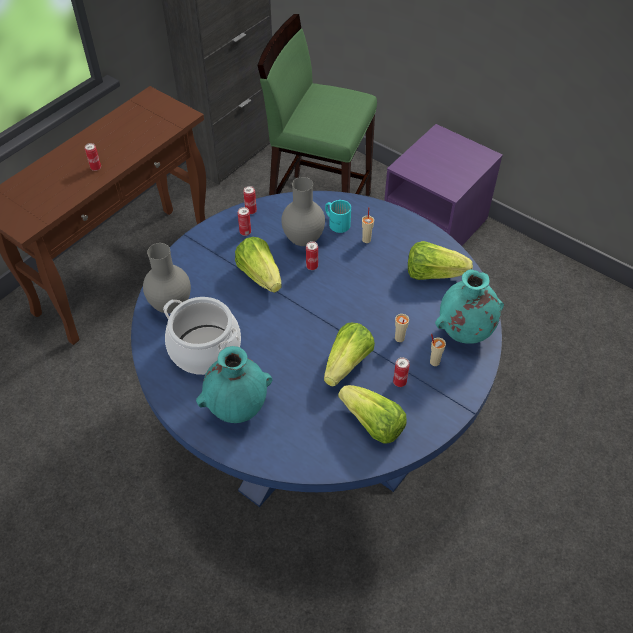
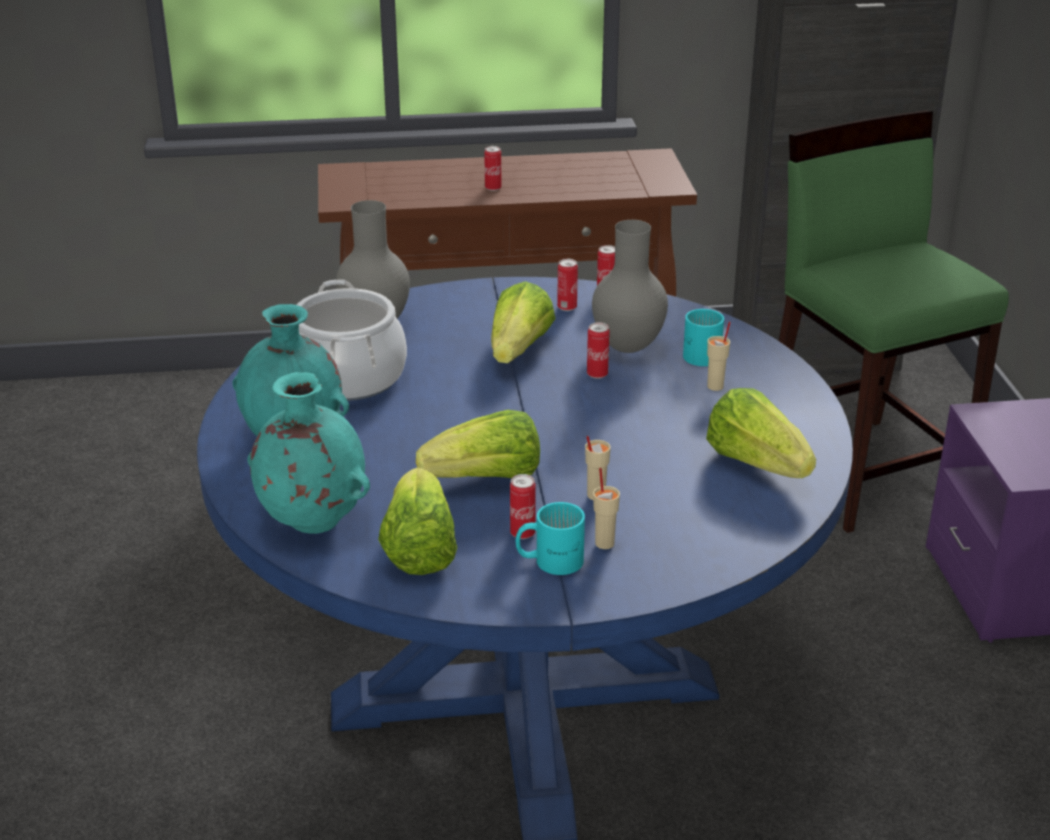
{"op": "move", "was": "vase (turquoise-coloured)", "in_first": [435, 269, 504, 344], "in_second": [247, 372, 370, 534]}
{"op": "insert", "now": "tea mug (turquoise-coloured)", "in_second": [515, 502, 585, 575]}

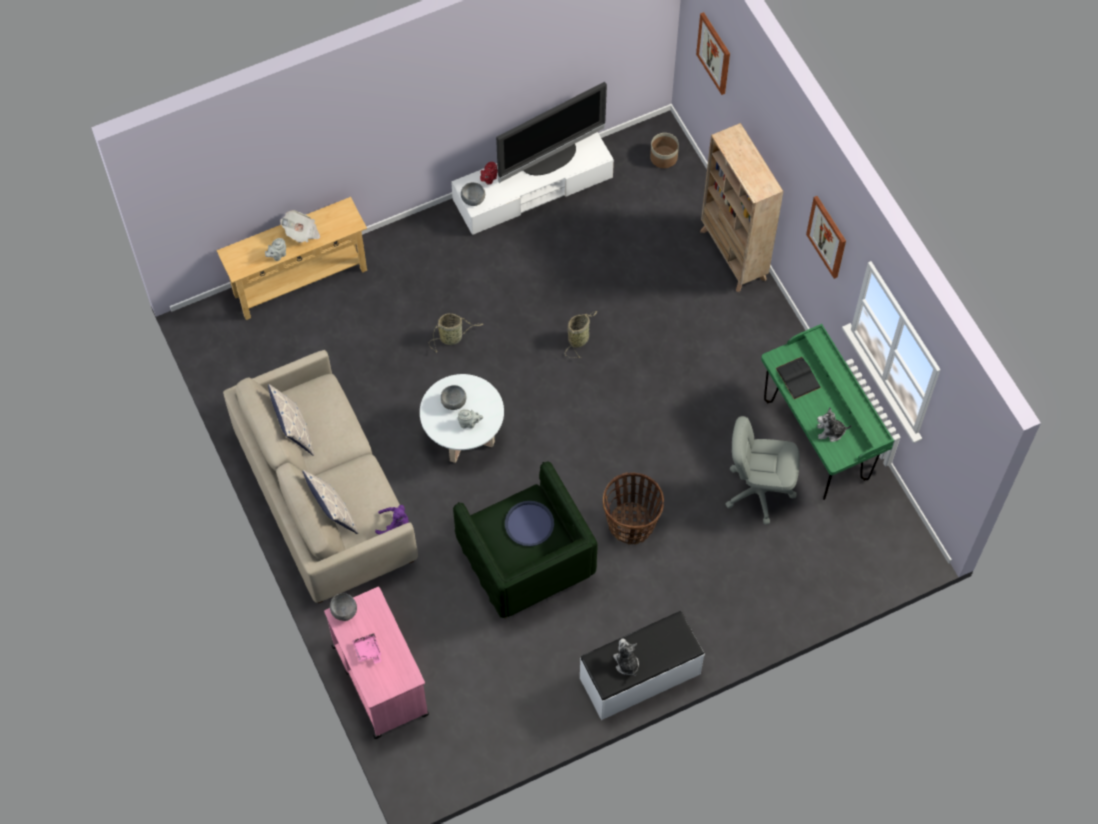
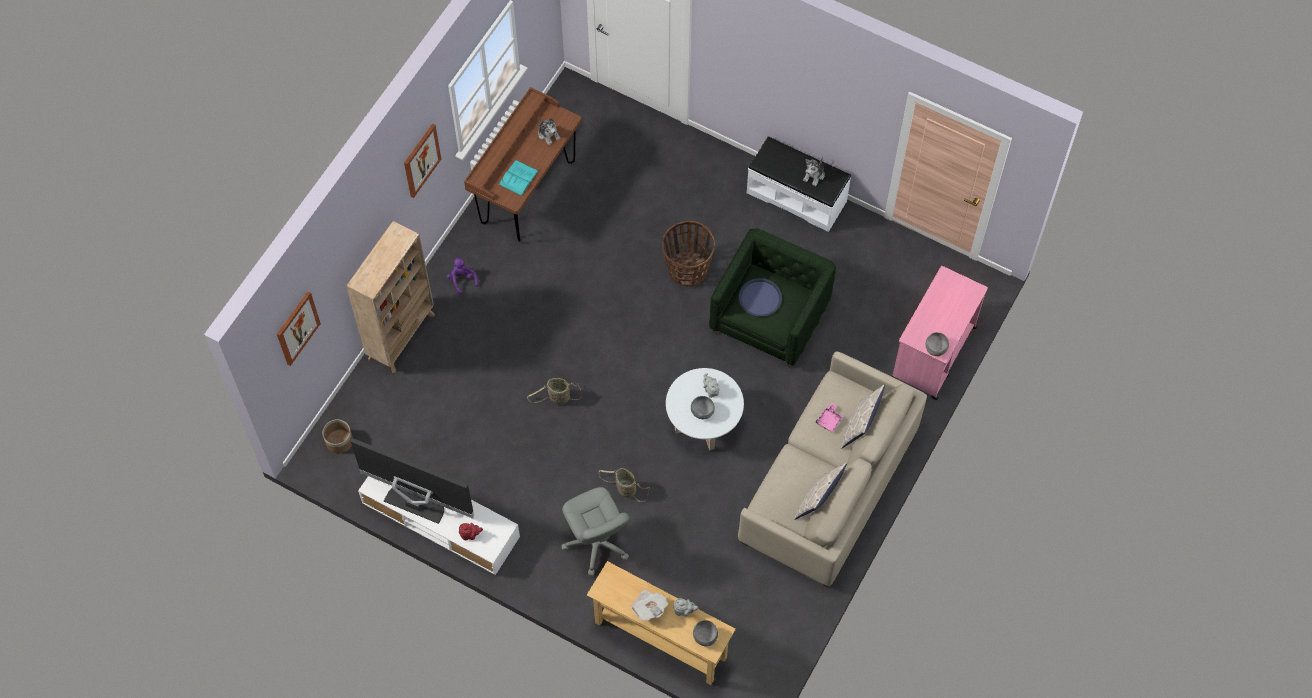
{"op": "move", "was": "cuddly toy (purple-coloured)", "in_first": [375, 505, 409, 534], "in_second": [447, 257, 478, 294]}
{"op": "recolor", "was": "desk (greenish)", "now": "desk (brown)", "in_first": [761, 324, 894, 500], "in_second": [464, 87, 581, 242]}
{"op": "recolor", "was": "bound book (blackish)", "now": "bound book (turquoise-coloured)", "in_first": [776, 357, 821, 399], "in_second": [499, 160, 539, 196]}
{"op": "move", "was": "office chair (grey)", "in_first": [725, 416, 800, 525], "in_second": [561, 487, 629, 576]}
{"op": "move", "was": "serving bowl (grey)", "in_first": [461, 182, 485, 206], "in_second": [693, 620, 718, 646]}
{"op": "move", "was": "tray (pinkish)", "in_first": [352, 633, 381, 664], "in_second": [816, 403, 844, 432]}

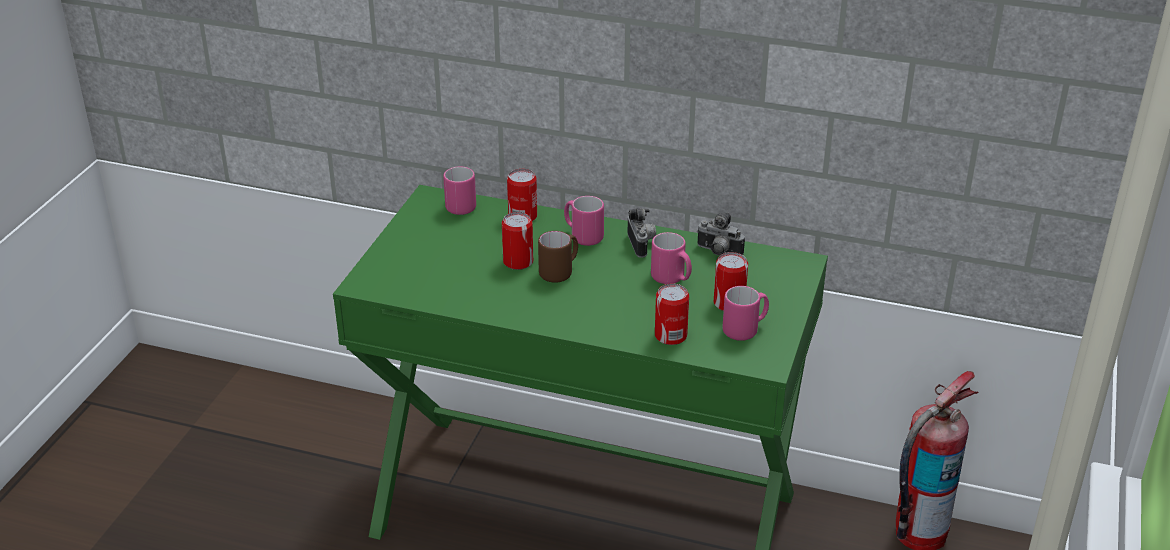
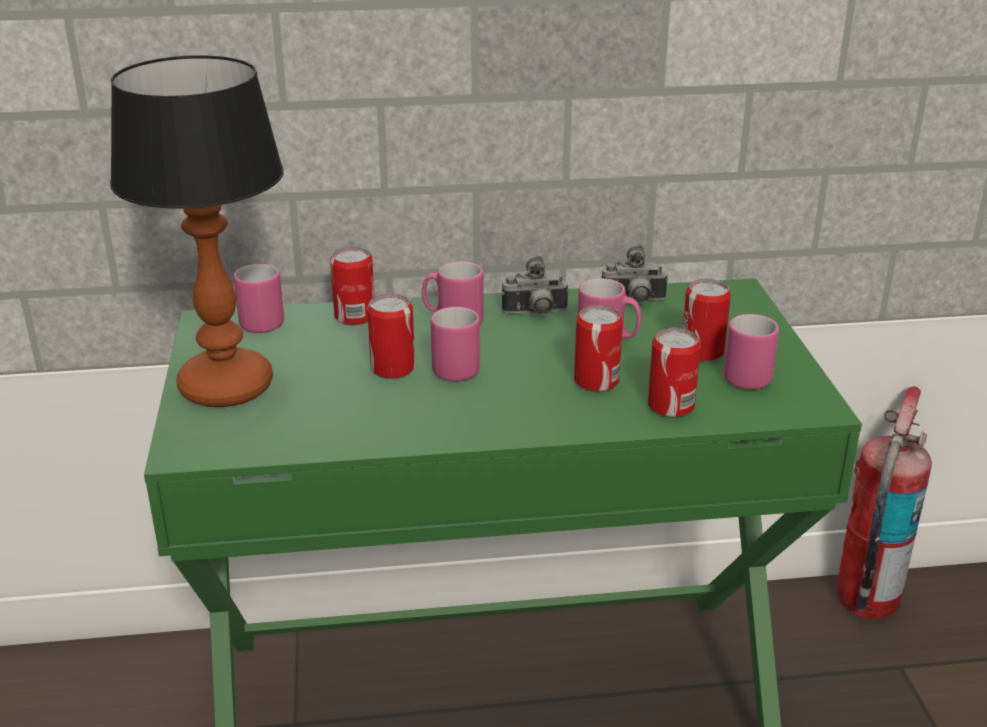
{"op": "insert", "now": "lamp for a table", "in_second": [110, 55, 284, 407]}
{"op": "recolor", "was": "tea mug (brown)", "now": "tea mug (pinkish)", "in_first": [538, 231, 578, 283], "in_second": [431, 307, 480, 382]}
{"op": "rotate", "was": "photo camera", "in_first": [627, 208, 656, 258], "in_second": [502, 256, 569, 315], "clockwise": 120}
{"op": "insert", "now": "metal can", "in_second": [574, 305, 623, 392]}

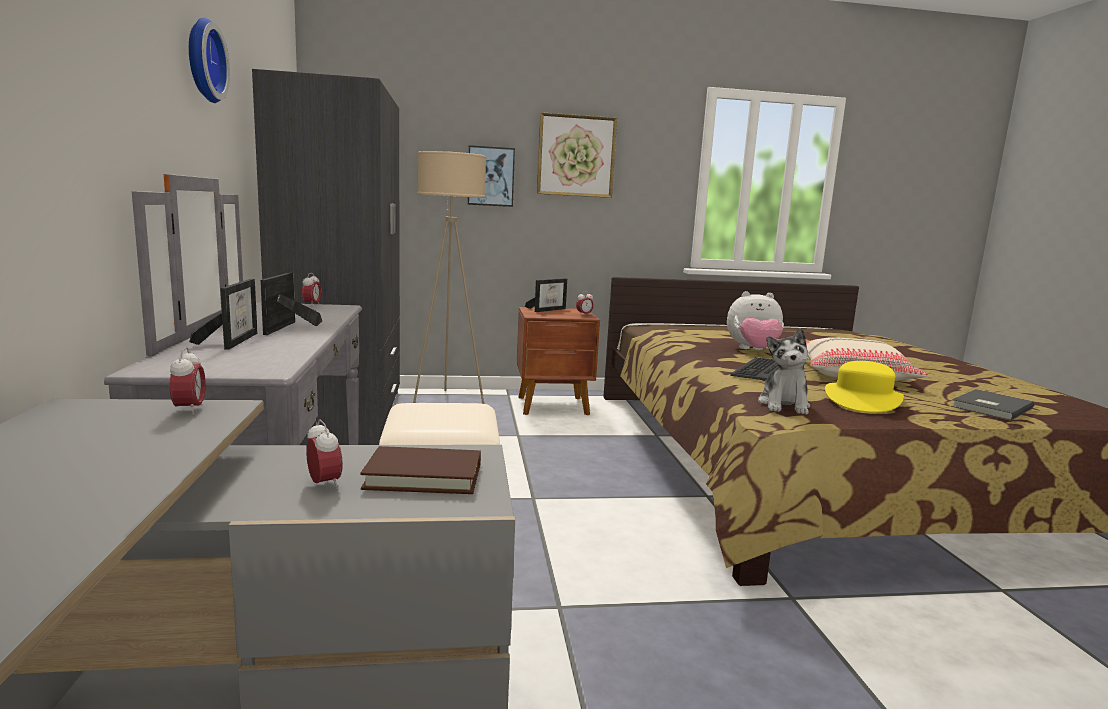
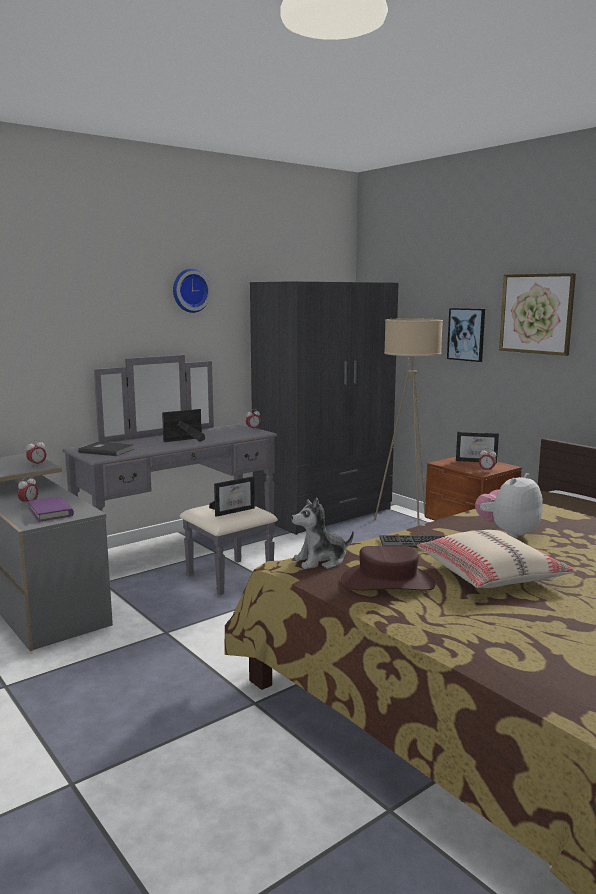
{"op": "recolor", "was": "bound book (brown)", "now": "bound book (purple-coloured)", "in_first": [360, 446, 481, 494], "in_second": [28, 497, 74, 522]}
{"op": "move", "was": "bound book (grey)", "in_first": [951, 389, 1034, 421], "in_second": [78, 442, 134, 456]}
{"op": "move", "was": "picture frame", "in_first": [189, 279, 258, 349], "in_second": [209, 476, 255, 517]}
{"op": "recolor", "was": "clothing hat (yellow-coloured)", "now": "clothing hat (brown)", "in_first": [825, 361, 904, 413], "in_second": [341, 546, 436, 590]}
{"op": "rotate", "was": "cuddly toy", "in_first": [727, 291, 784, 350], "in_second": [475, 473, 543, 539], "clockwise": 75}

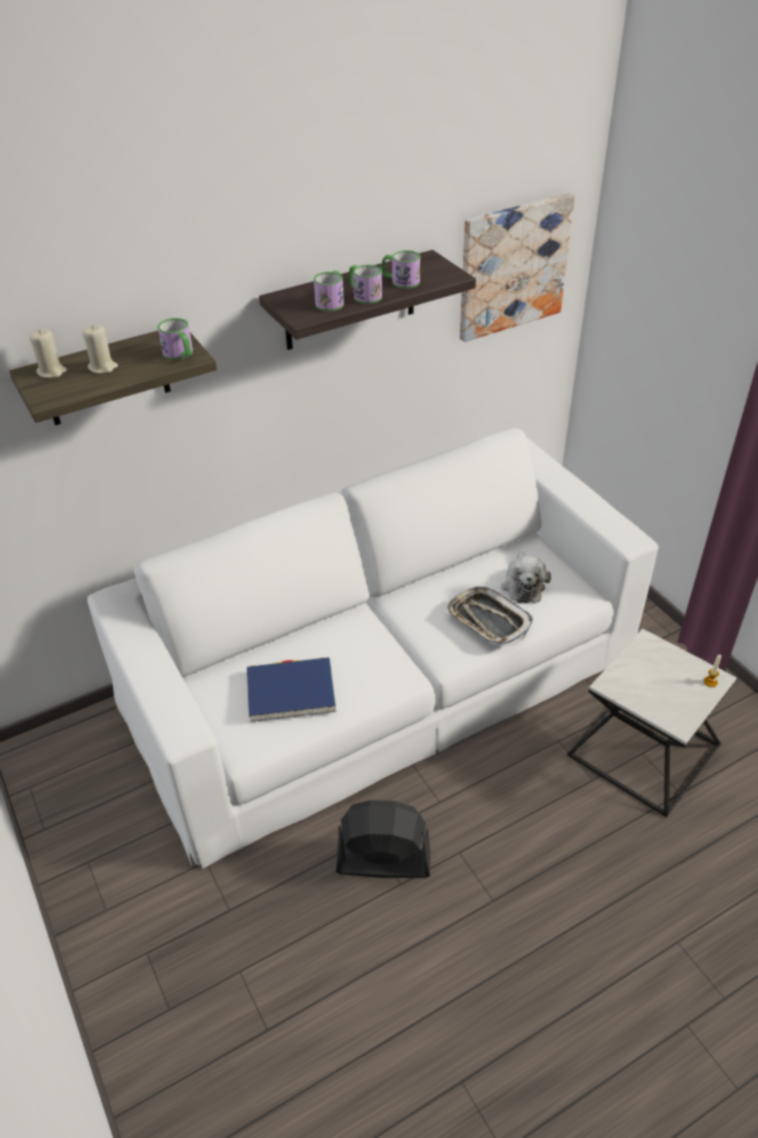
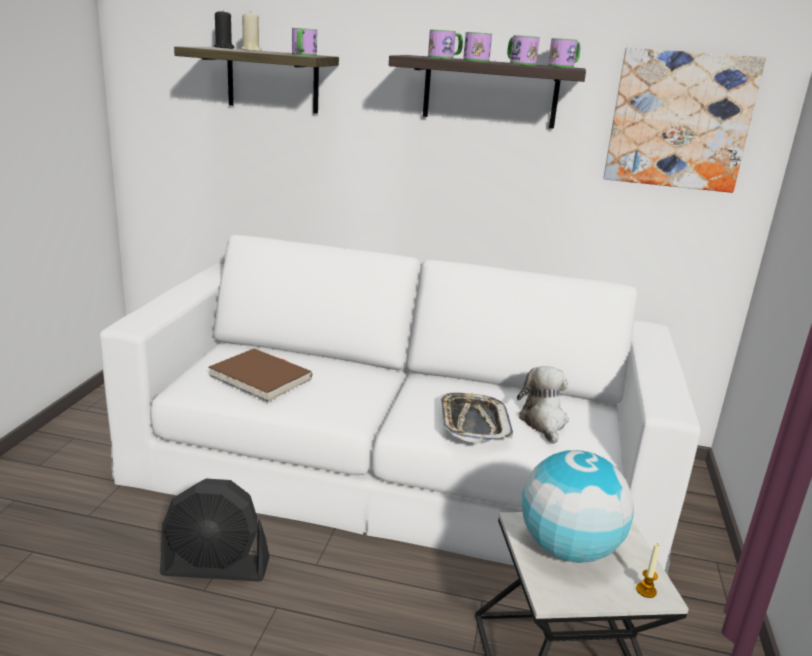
{"op": "rotate", "was": "cooling fan (blackish)", "in_first": [336, 800, 430, 878], "in_second": [160, 479, 270, 581], "clockwise": 135}
{"op": "recolor", "was": "bound book (bluish)", "now": "bound book (brown)", "in_first": [247, 657, 336, 722], "in_second": [209, 349, 312, 402]}
{"op": "recolor", "was": "wax candle (sand-coloured)", "now": "wax candle (blackish)", "in_first": [29, 330, 67, 378], "in_second": [214, 11, 234, 49]}
{"op": "rotate", "was": "cuddly toy", "in_first": [501, 551, 551, 603], "in_second": [517, 366, 569, 444], "clockwise": 135}
{"op": "insert", "now": "desk globe", "in_second": [522, 450, 634, 563]}
{"op": "insert", "now": "tea mug", "in_second": [548, 38, 580, 68]}

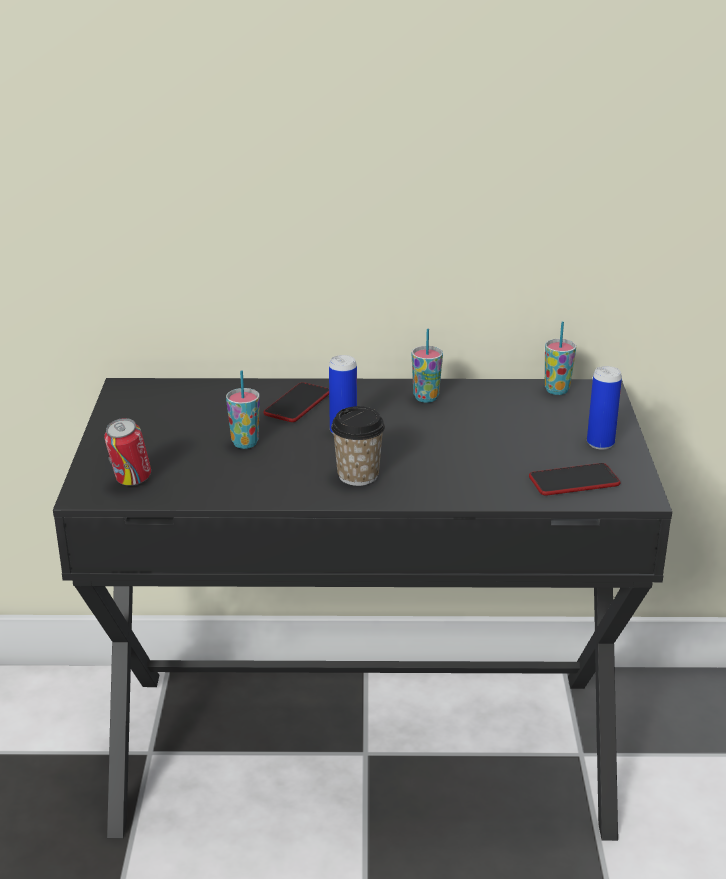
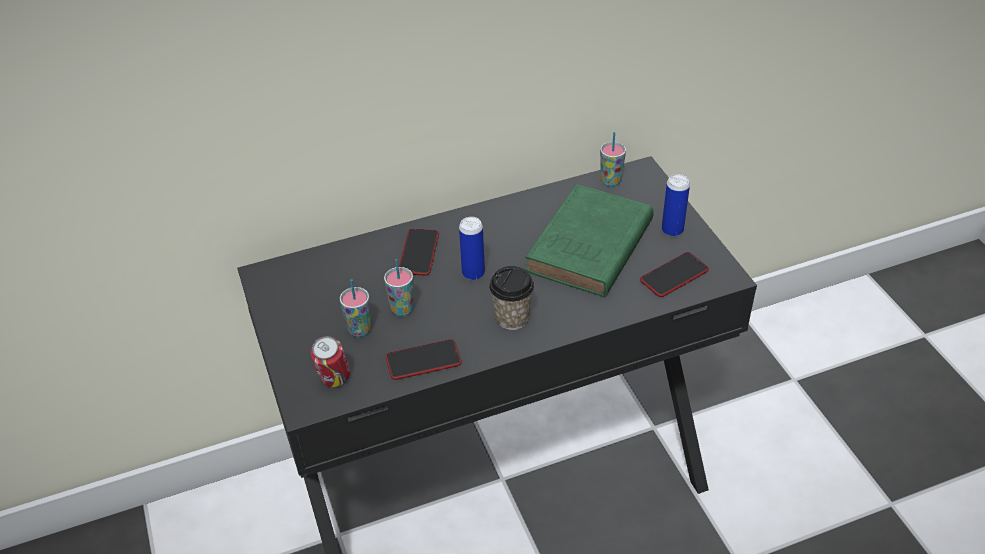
{"op": "move", "was": "small cup", "in_first": [412, 329, 443, 403], "in_second": [340, 279, 371, 337]}
{"op": "insert", "now": "handset", "in_second": [386, 339, 462, 380]}
{"op": "insert", "now": "bound book (greenish)", "in_second": [525, 184, 653, 297]}

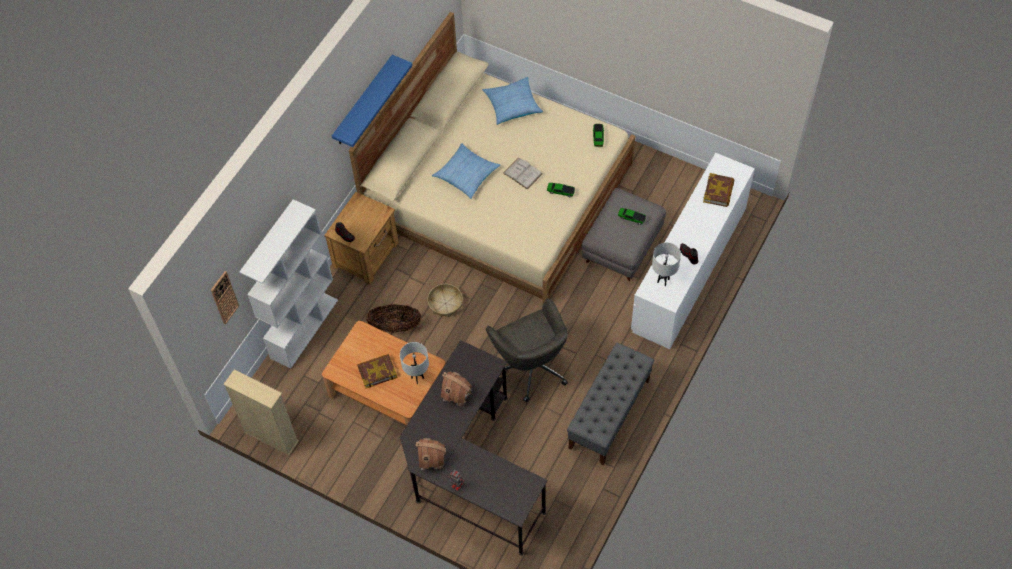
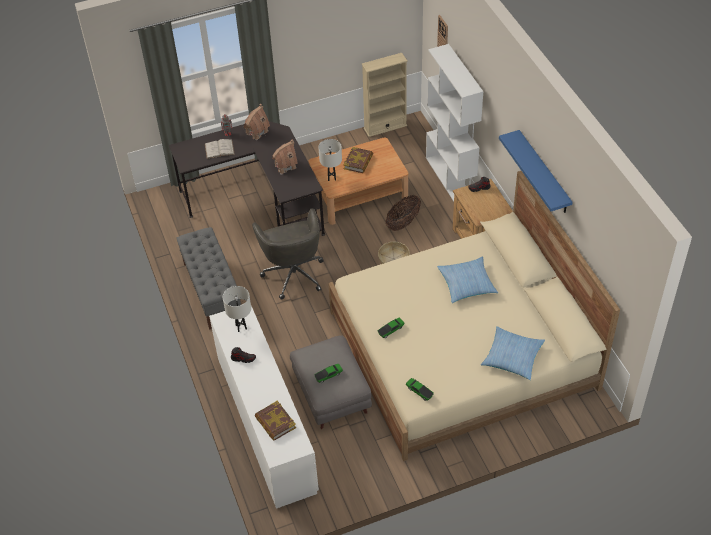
{"op": "move", "was": "bound book (white-coloured)", "in_first": [503, 158, 543, 189], "in_second": [205, 139, 235, 159]}
{"op": "rotate", "was": "office chair (grey)", "in_first": [486, 298, 568, 402], "in_second": [252, 208, 324, 300], "clockwise": -120}

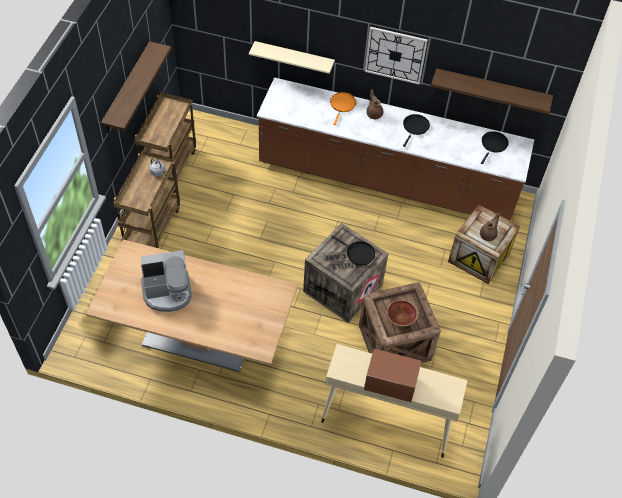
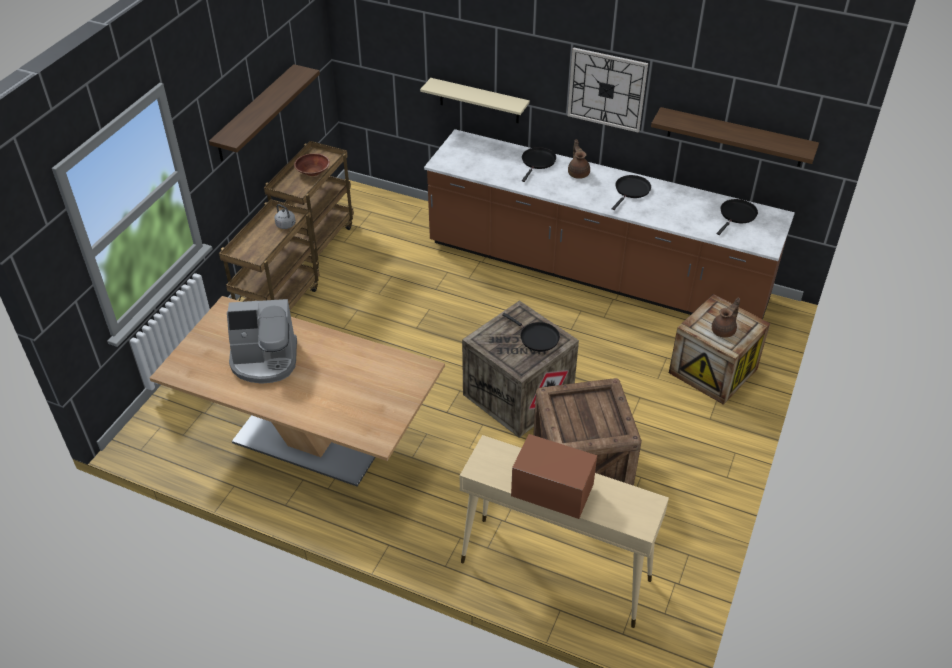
{"op": "move", "was": "serving bowl (brown)", "in_first": [387, 300, 418, 326], "in_second": [294, 153, 330, 176]}
{"op": "recolor", "was": "frying pan (orange)", "now": "frying pan (blackish)", "in_first": [330, 92, 356, 125], "in_second": [522, 147, 556, 182]}

